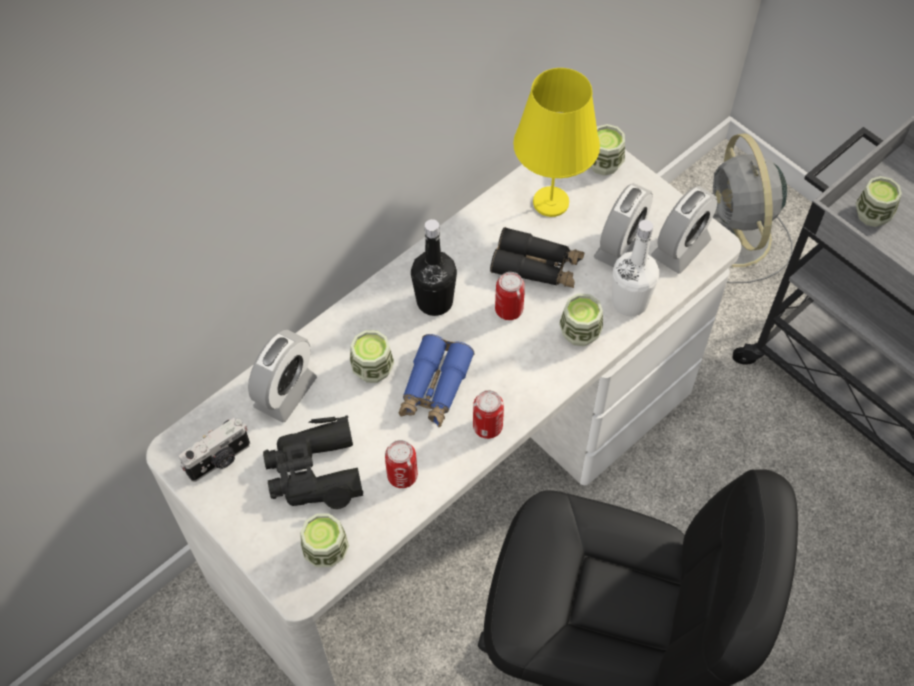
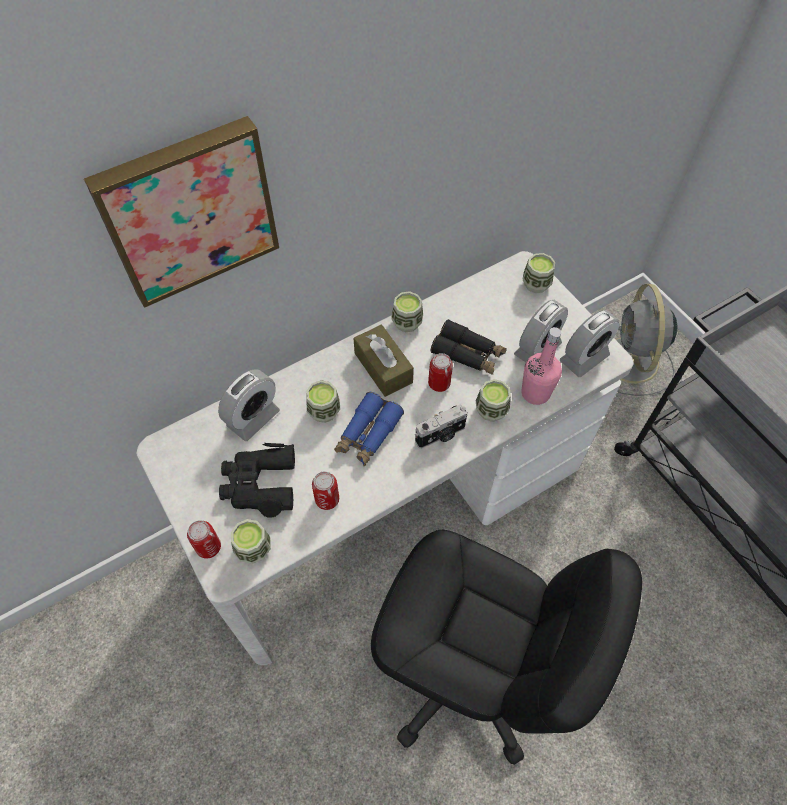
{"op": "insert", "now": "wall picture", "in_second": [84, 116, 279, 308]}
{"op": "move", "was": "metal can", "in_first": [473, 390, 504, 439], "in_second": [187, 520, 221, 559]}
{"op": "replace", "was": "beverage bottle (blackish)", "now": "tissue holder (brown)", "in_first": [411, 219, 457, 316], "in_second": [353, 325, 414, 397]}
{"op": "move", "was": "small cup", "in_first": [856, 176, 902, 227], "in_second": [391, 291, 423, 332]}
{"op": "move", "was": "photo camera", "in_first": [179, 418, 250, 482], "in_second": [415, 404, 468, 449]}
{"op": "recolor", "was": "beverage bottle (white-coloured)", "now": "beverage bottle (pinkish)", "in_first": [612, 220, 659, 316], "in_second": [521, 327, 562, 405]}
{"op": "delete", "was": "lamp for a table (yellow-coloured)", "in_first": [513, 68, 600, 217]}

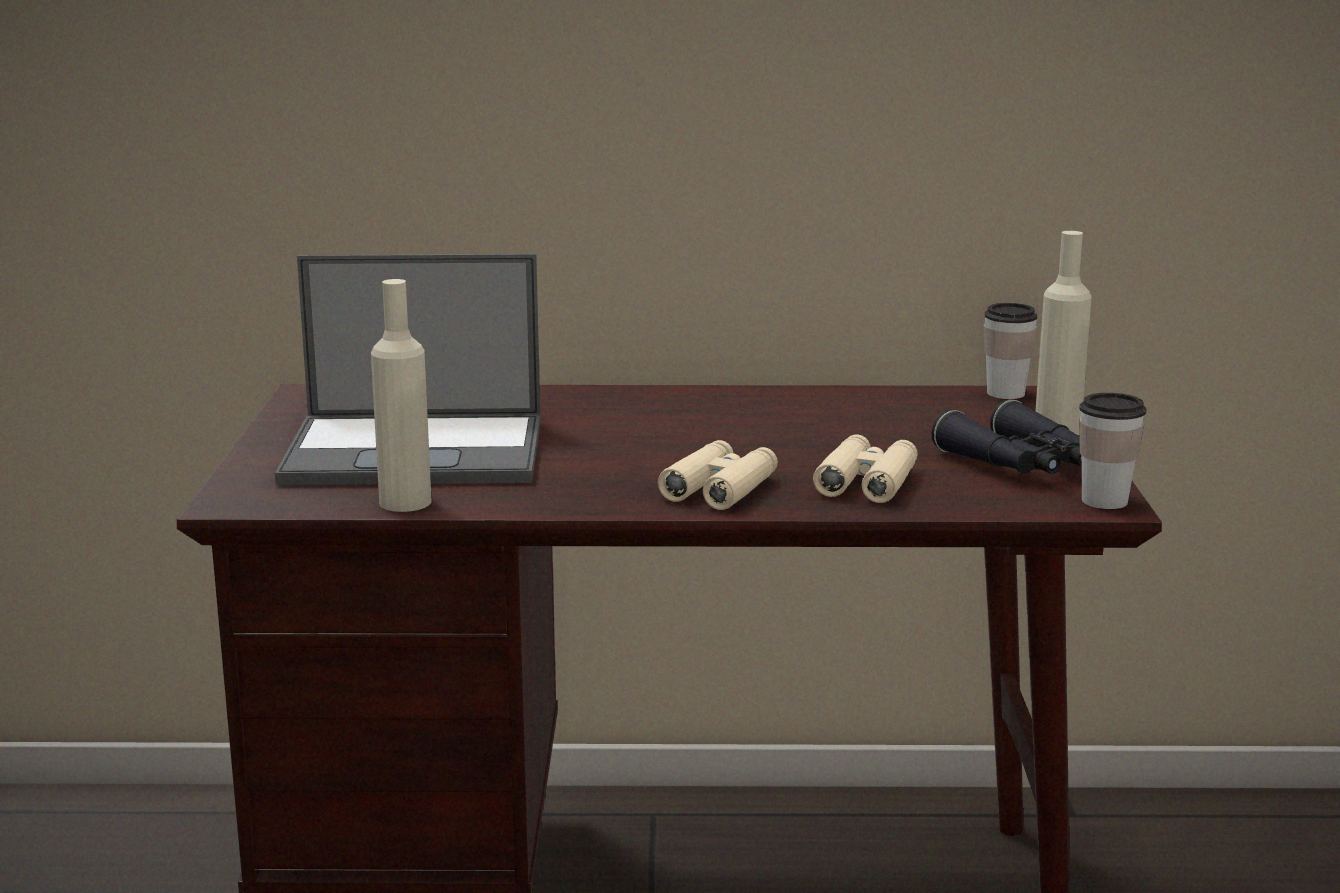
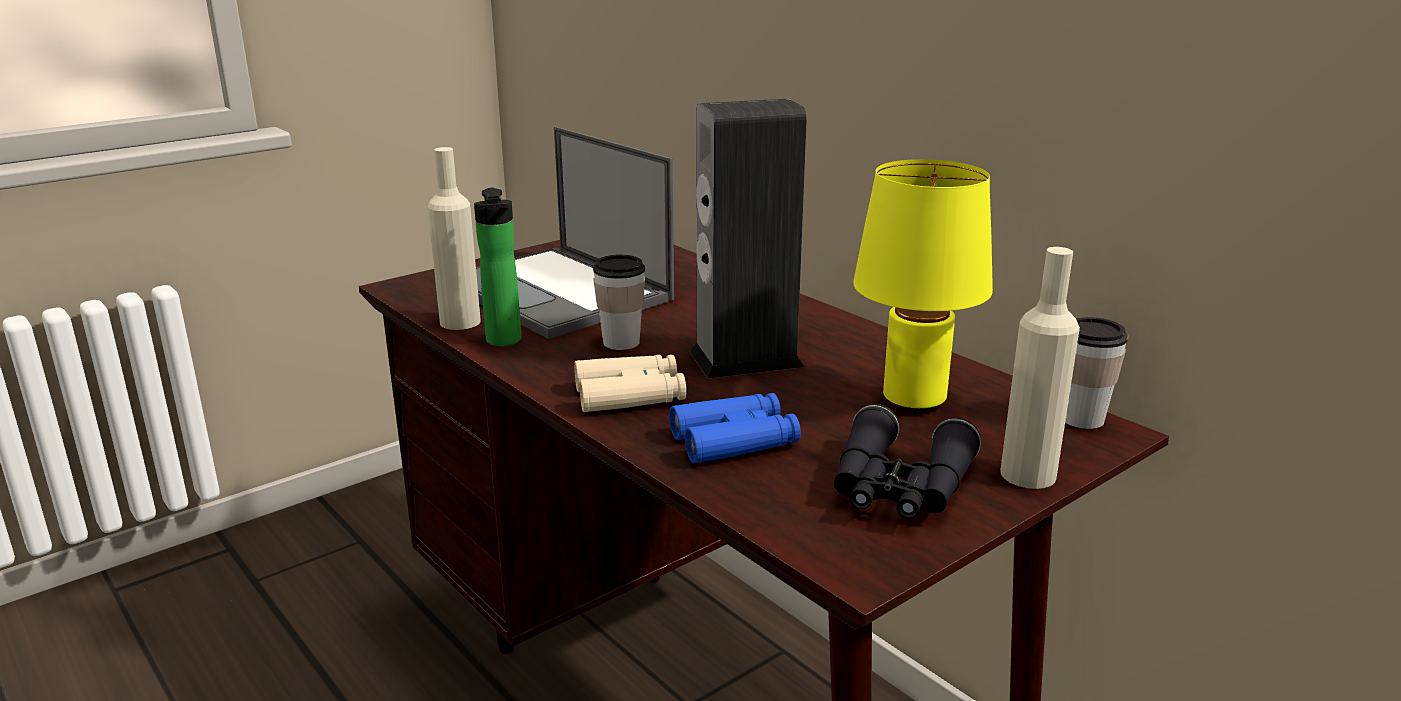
{"op": "insert", "now": "beverage bottle", "in_second": [474, 188, 522, 346]}
{"op": "move", "was": "small cup", "in_first": [1079, 393, 1146, 509], "in_second": [593, 255, 645, 350]}
{"op": "recolor", "was": "pair of binoculars (sand-coloured)", "now": "pair of binoculars (bluish)", "in_first": [813, 434, 918, 503], "in_second": [669, 393, 801, 463]}
{"op": "insert", "now": "loudspeaker", "in_second": [690, 99, 807, 379]}
{"op": "insert", "now": "lamp for a table (yellow-coloured)", "in_second": [853, 159, 993, 414]}

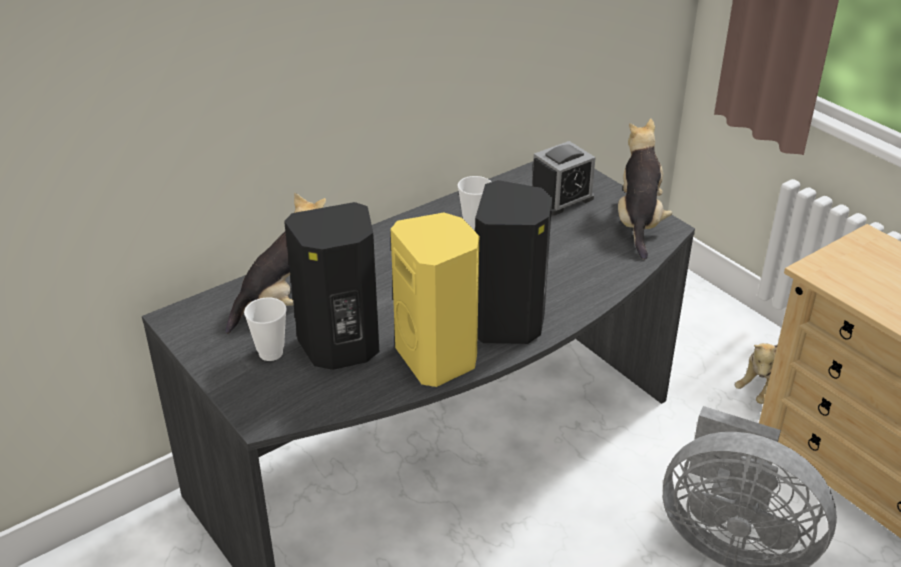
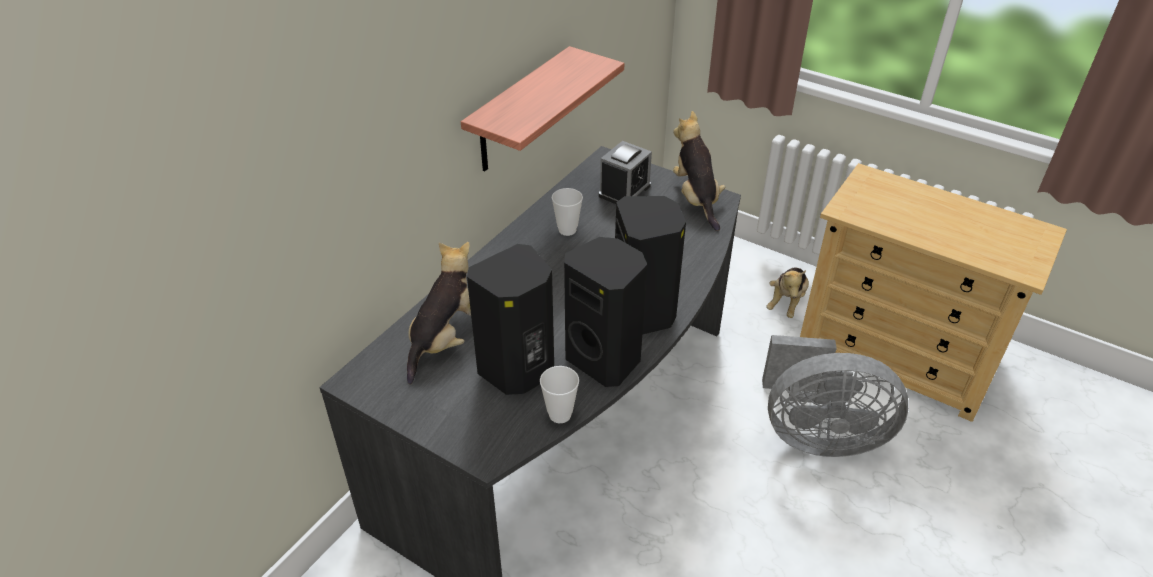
{"op": "insert", "now": "bracket shelf", "in_second": [461, 46, 624, 172]}
{"op": "move", "was": "small cup", "in_first": [244, 298, 287, 361], "in_second": [540, 366, 579, 423]}
{"op": "recolor", "was": "loudspeaker (yellow-coloured)", "now": "loudspeaker (blackish)", "in_first": [391, 212, 479, 387], "in_second": [564, 237, 647, 387]}

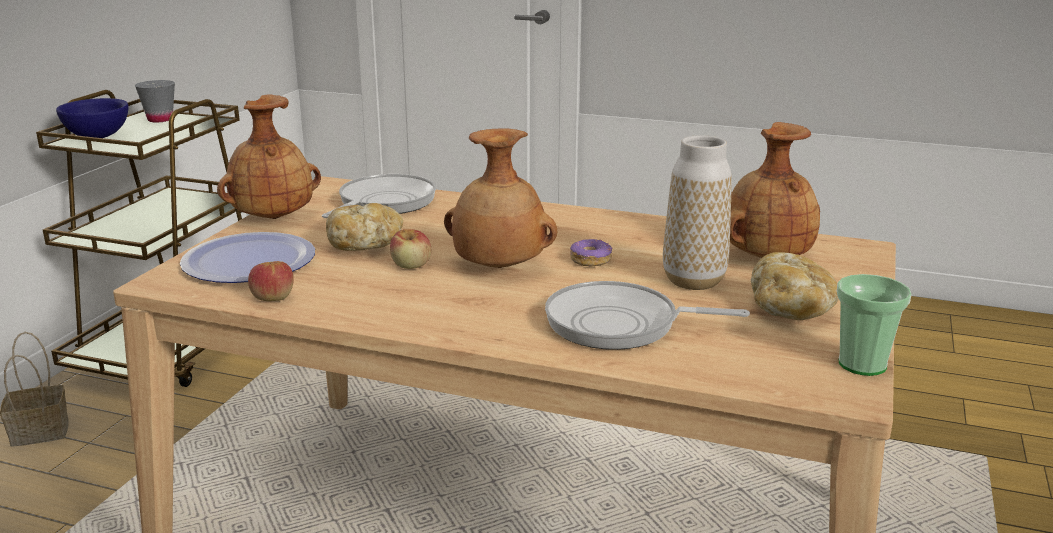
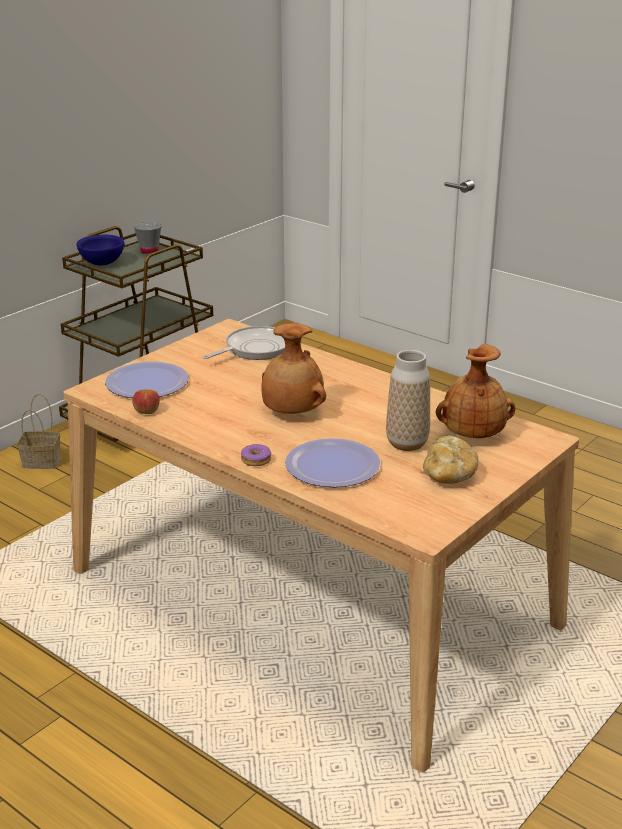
{"op": "move", "was": "ring doughnut", "in_first": [570, 239, 613, 267], "in_second": [241, 444, 271, 466]}
{"op": "replace", "was": "frying pan", "now": "flat dish", "in_first": [545, 281, 750, 350], "in_second": [285, 438, 381, 487]}
{"op": "delete", "was": "vase (brown)", "in_first": [217, 94, 321, 219]}
{"op": "delete", "was": "bread", "in_first": [326, 203, 403, 251]}
{"op": "delete", "was": "whole apple", "in_first": [390, 229, 431, 269]}
{"op": "delete", "was": "small cup", "in_first": [837, 274, 912, 376]}

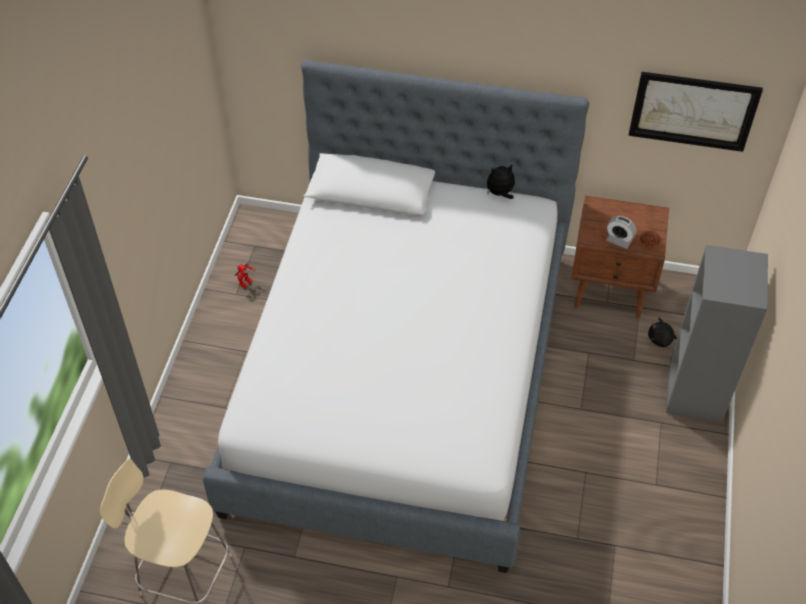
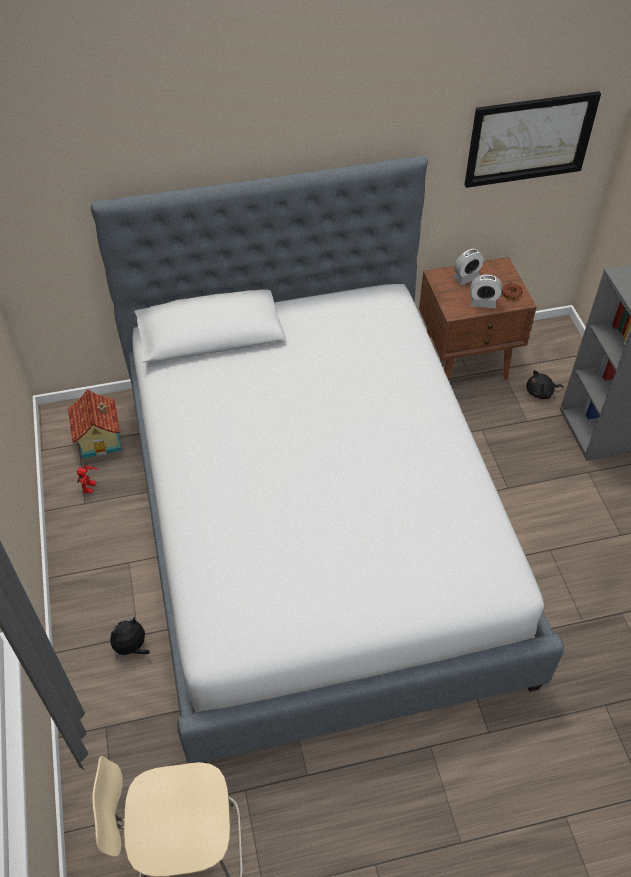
{"op": "insert", "now": "toy house", "in_second": [68, 389, 121, 459]}
{"op": "move", "was": "cuddly toy", "in_first": [487, 165, 515, 199], "in_second": [110, 617, 150, 660]}
{"op": "insert", "now": "alarm clock", "in_second": [453, 249, 484, 285]}

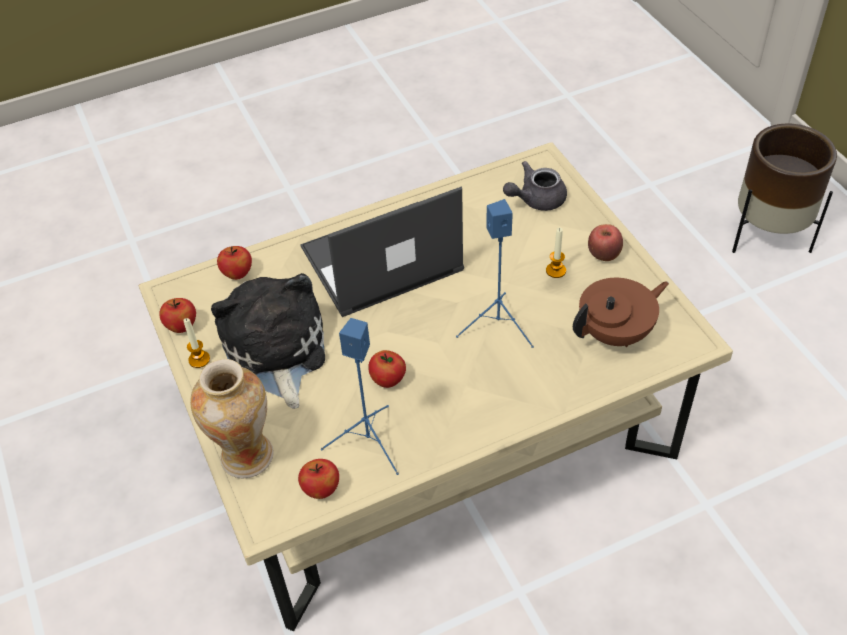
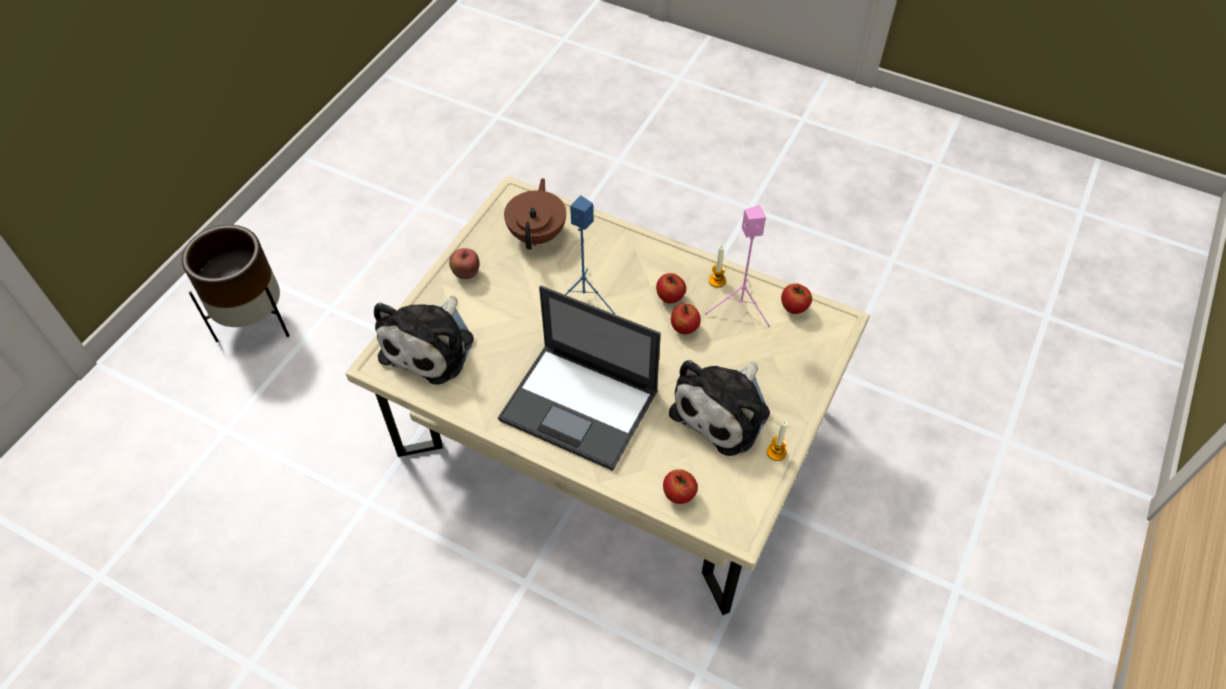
{"op": "replace", "was": "tea pot (grey)", "now": "cuddly toy", "in_first": [503, 161, 567, 211], "in_second": [374, 296, 474, 385]}
{"op": "rotate", "was": "tea pot (brown)", "in_first": [573, 278, 669, 347], "in_second": [504, 178, 566, 250], "clockwise": 75}
{"op": "move", "was": "whole apple", "in_first": [159, 298, 196, 333], "in_second": [656, 273, 686, 304]}
{"op": "recolor", "was": "loudspeaker (bluish)", "now": "loudspeaker (pinkish)", "in_first": [321, 318, 399, 475], "in_second": [705, 205, 770, 328]}
{"op": "move", "was": "wax candle", "in_first": [546, 227, 566, 278], "in_second": [708, 246, 726, 287]}
{"op": "delete", "was": "vase", "in_first": [190, 359, 274, 478]}

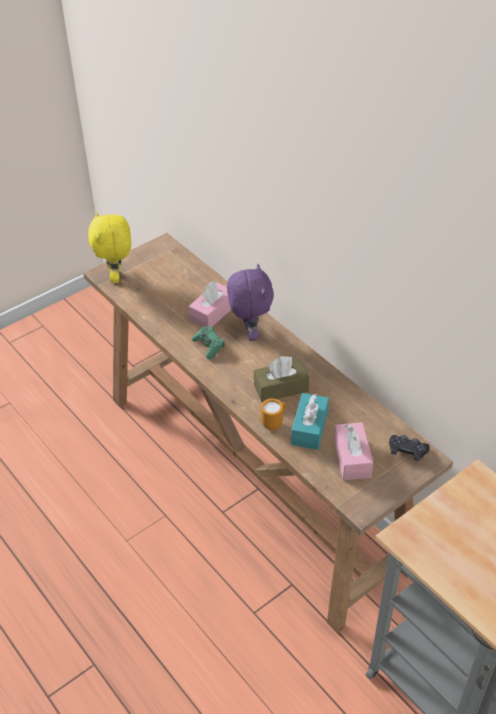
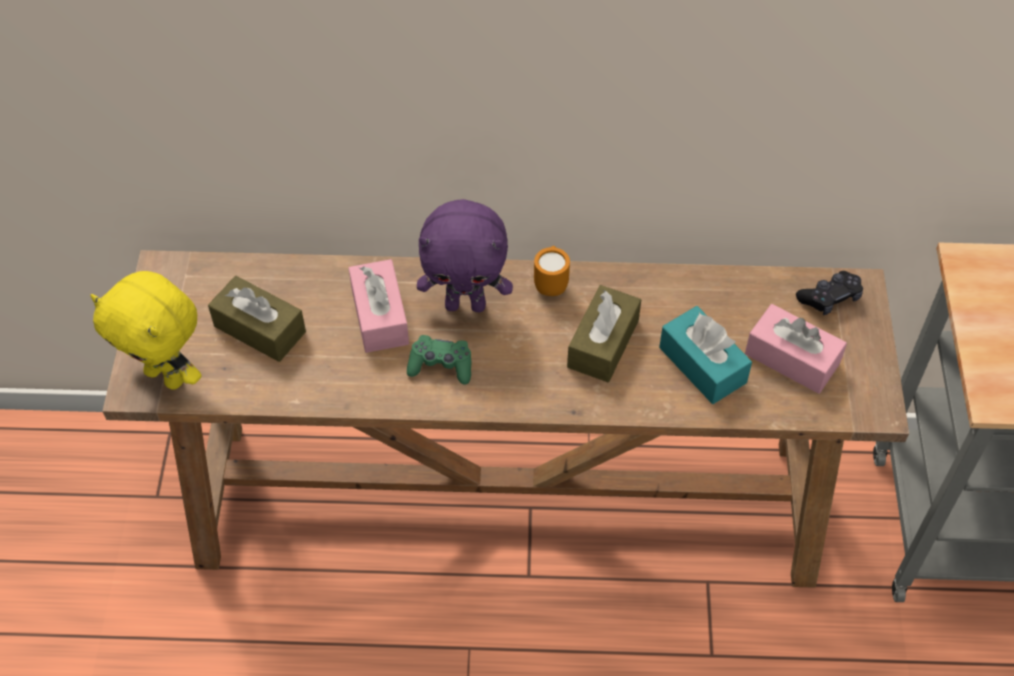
{"op": "insert", "now": "tissue holder (brown)", "in_second": [208, 276, 306, 362]}
{"op": "rotate", "was": "cuddly toy (purple-coloured)", "in_first": [227, 264, 274, 341], "in_second": [417, 199, 513, 312], "clockwise": 150}
{"op": "move", "was": "tea mug (orange)", "in_first": [261, 398, 287, 431], "in_second": [534, 246, 570, 296]}

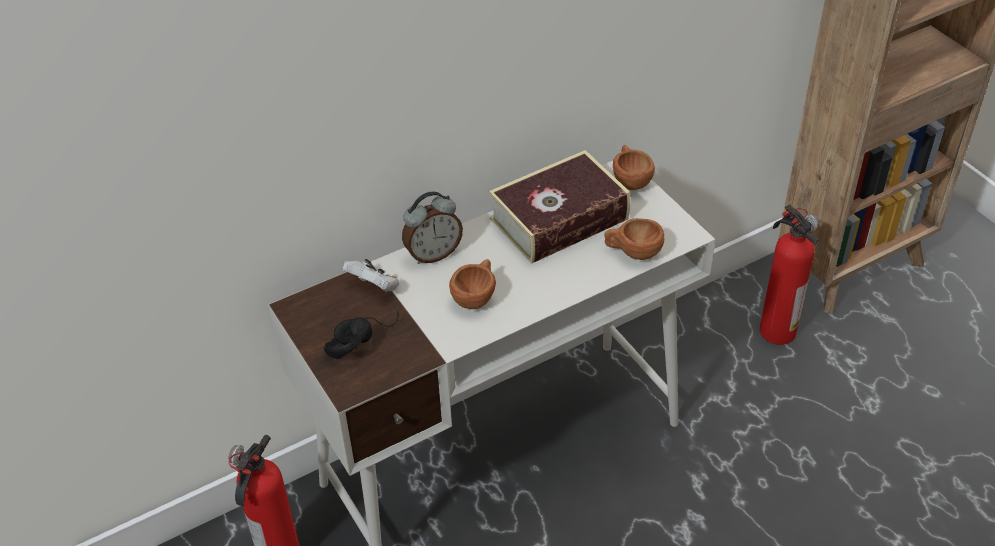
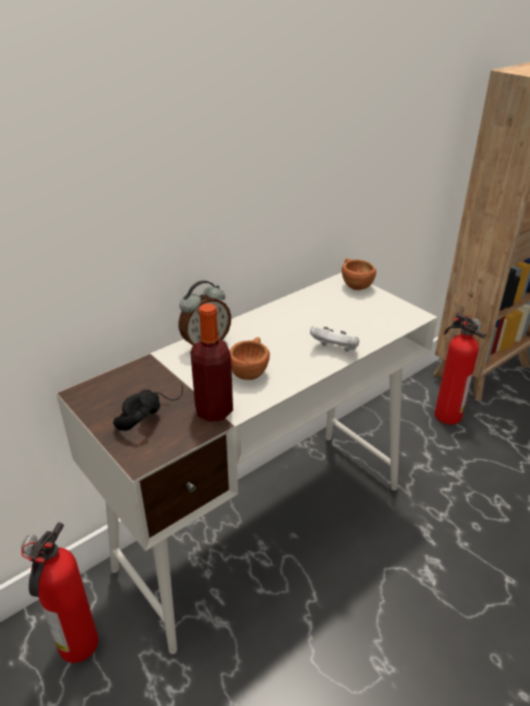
{"op": "insert", "now": "beverage bottle", "in_second": [190, 303, 233, 422]}
{"op": "move", "was": "joypad (white-coloured)", "in_first": [342, 259, 399, 292], "in_second": [310, 326, 359, 352]}
{"op": "delete", "was": "bound book", "in_first": [489, 150, 631, 264]}
{"op": "delete", "was": "small cup (brown)", "in_first": [604, 218, 665, 260]}

